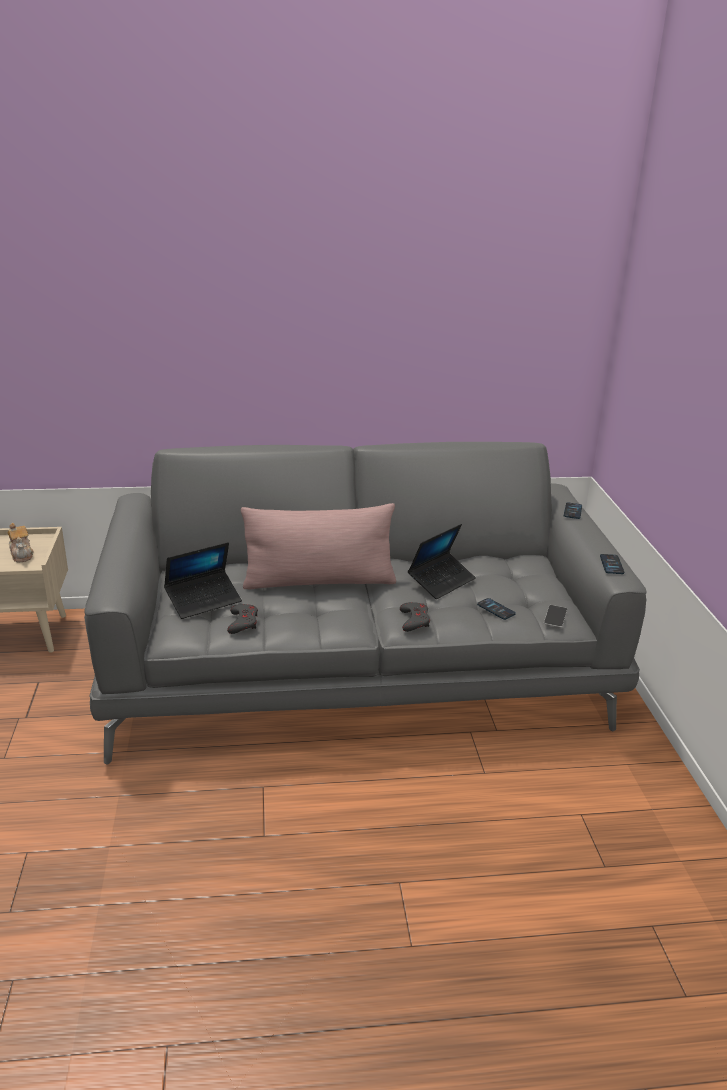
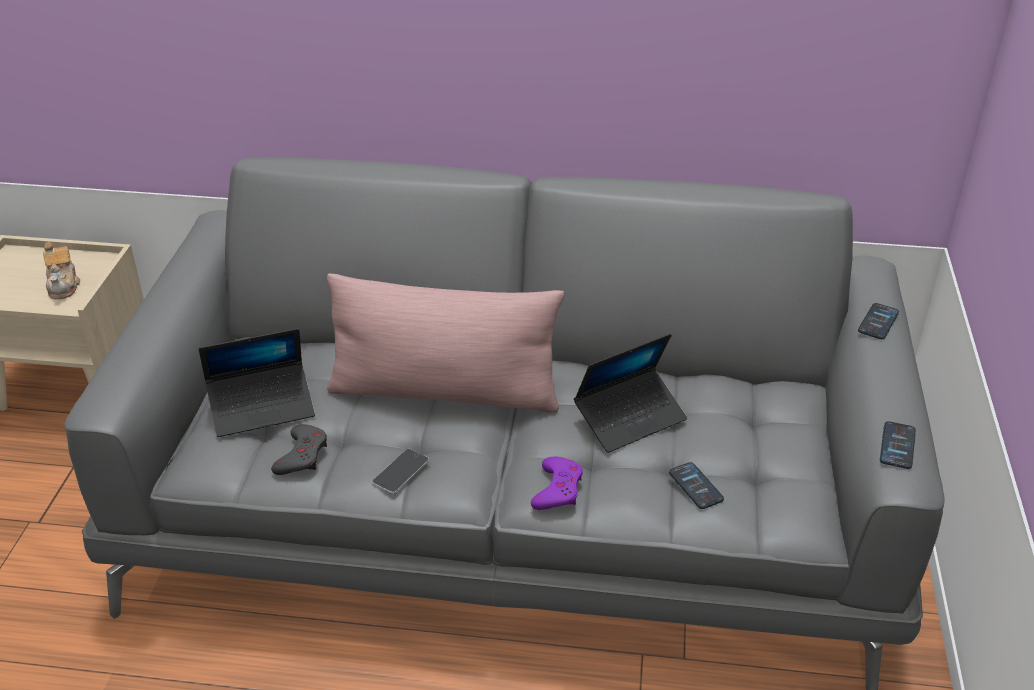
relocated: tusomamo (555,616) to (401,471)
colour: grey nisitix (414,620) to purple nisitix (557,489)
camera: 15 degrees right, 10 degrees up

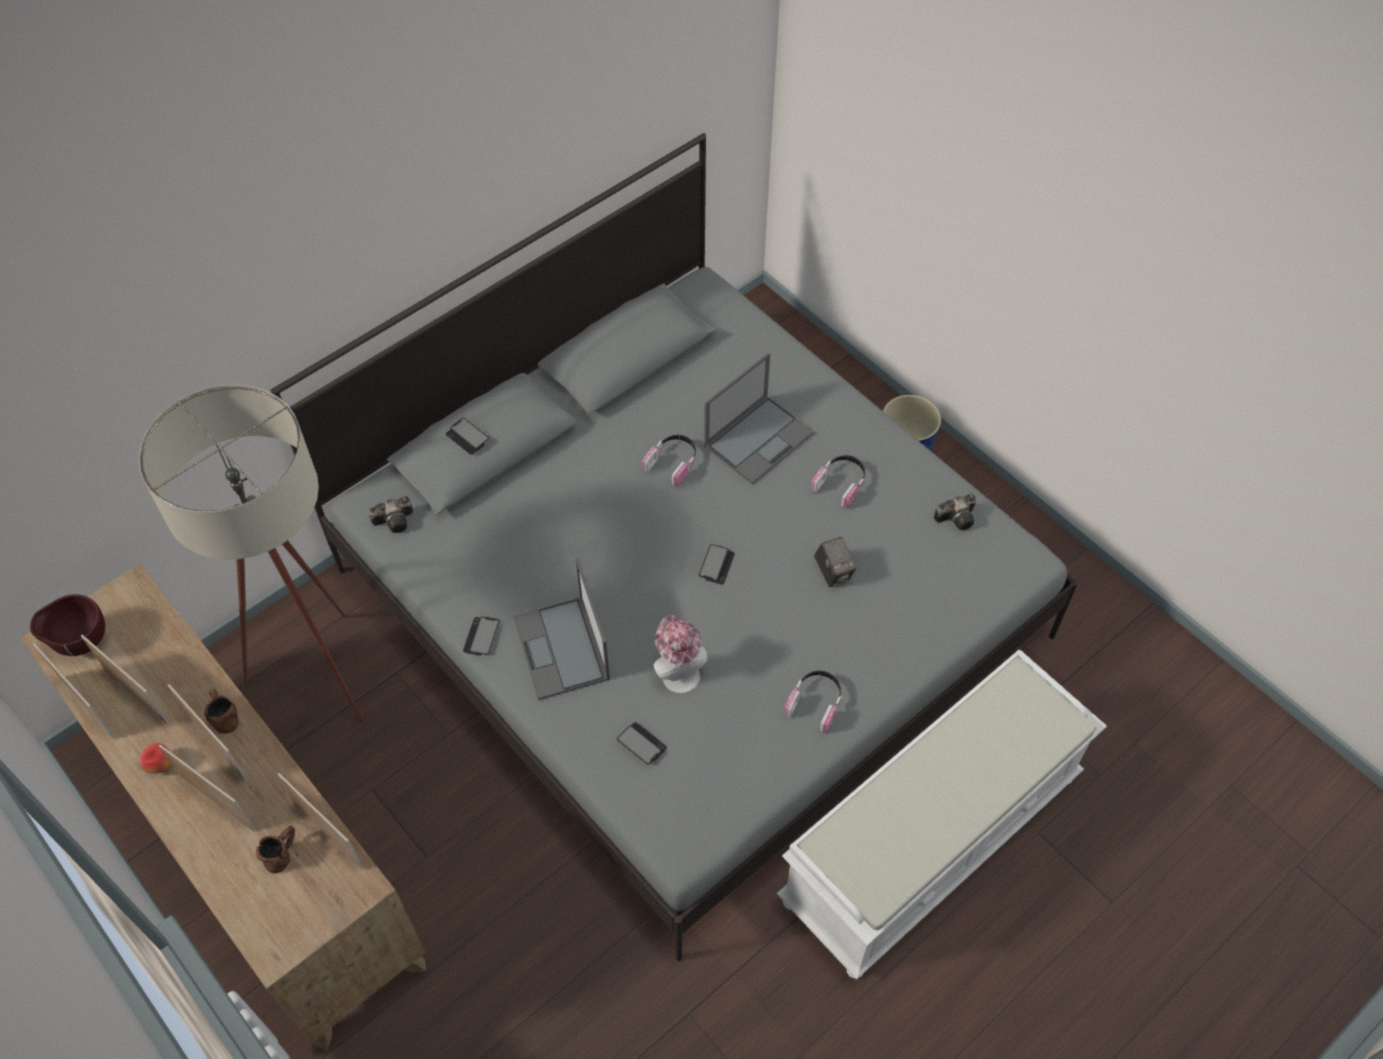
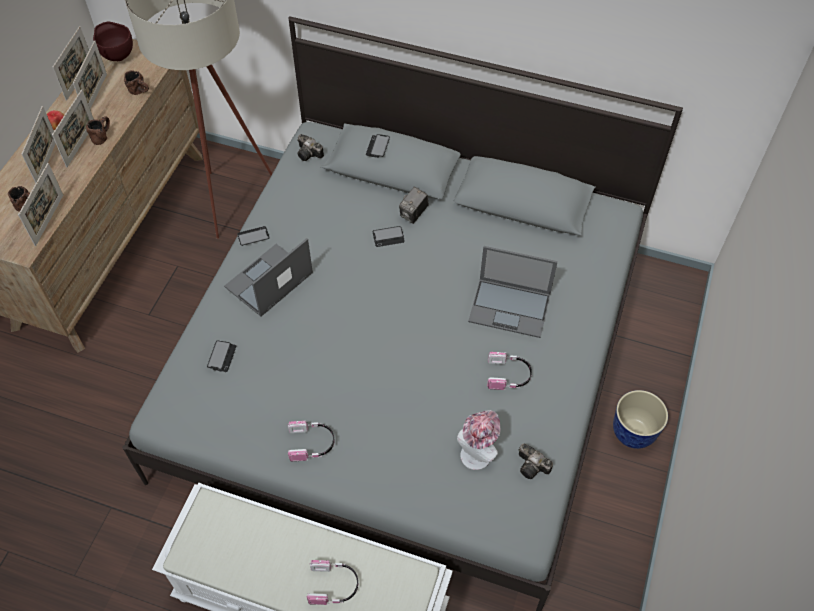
appeared: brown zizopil (140,91)
relocated: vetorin (673,462) to (334,585); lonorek (678,672) to (477,452); tusomamo (716,565) to (388,237); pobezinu (833,572) to (413,214)
camera: 60 degrees right, 0 degrees up

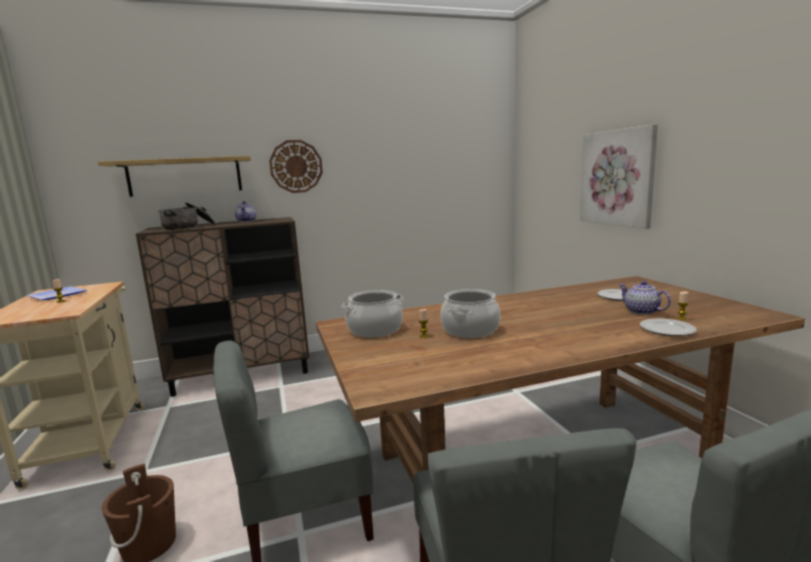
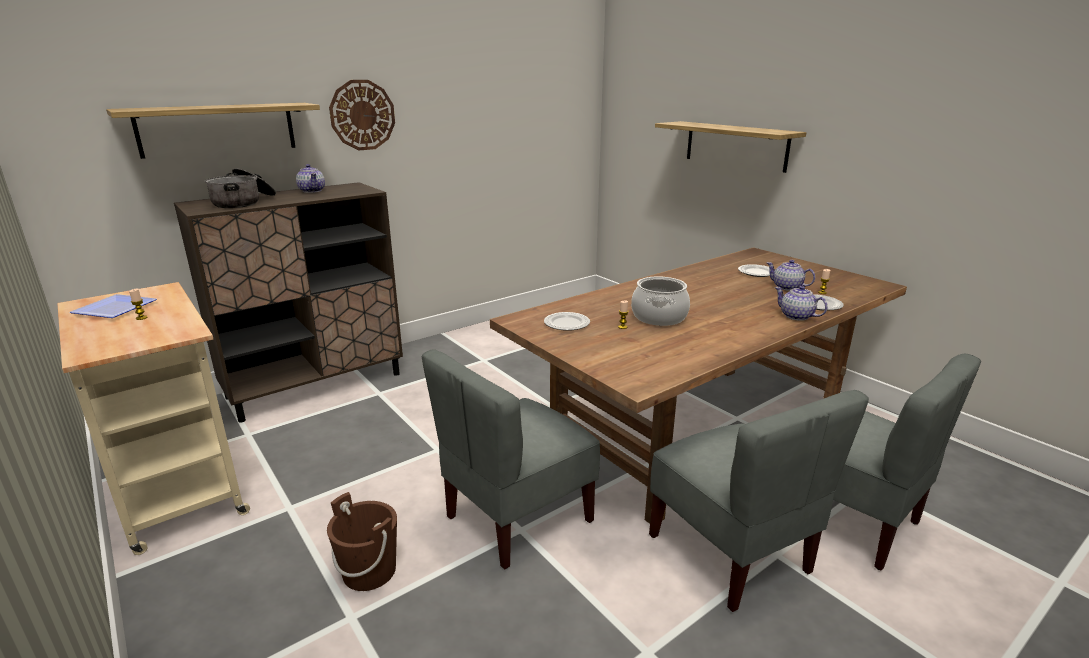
appeared: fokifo (797,316)
exchanged: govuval (375,330) to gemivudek (566,324); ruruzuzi (617,178) to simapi (735,145)
camera: 20 degrees left, 10 degrees up

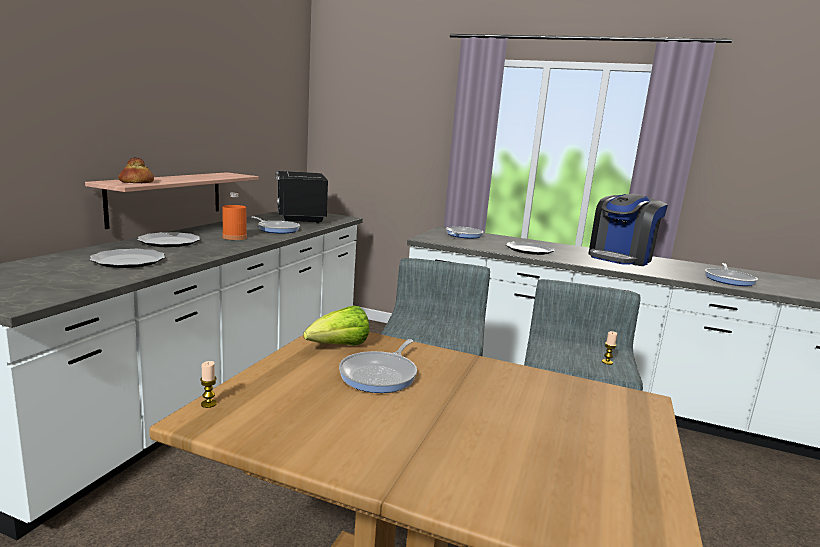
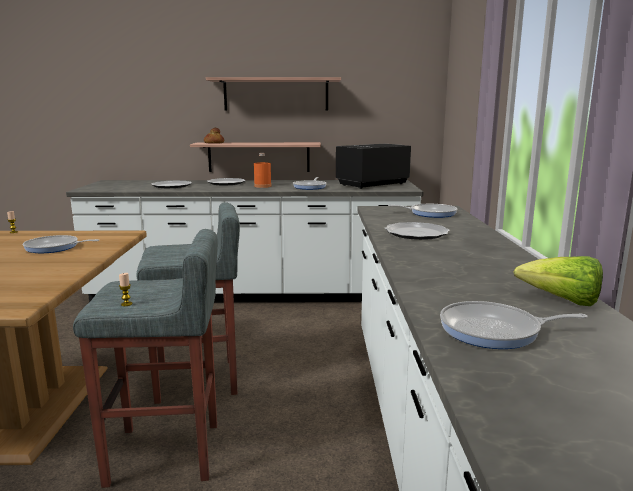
missing: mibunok (620,258)
appeared: simapi (276,94)
relocated: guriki (339,347) to (561,301)
camera: 70 degrees right, 0 degrees up

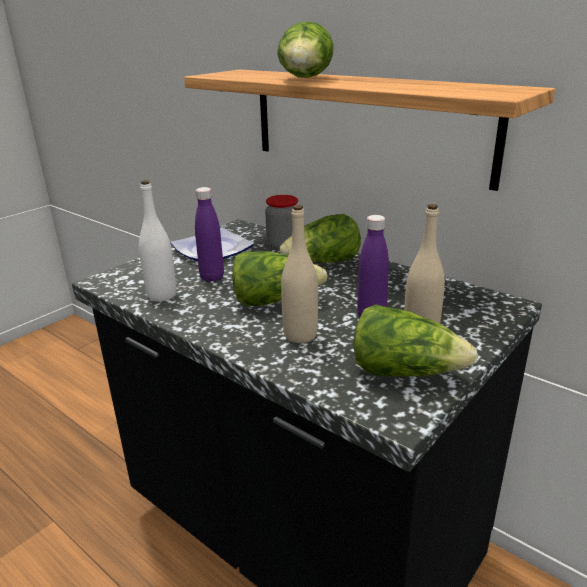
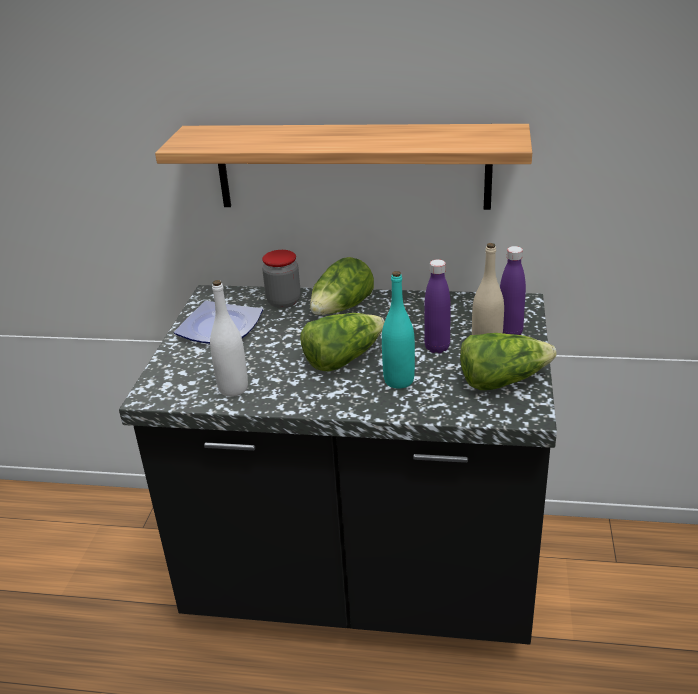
missing: guriki (306,79)
relocated: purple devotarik (212,278) to (510,333)
colour: beige devotarik (300,335) to turquoise devotarik (399,381)
camera: 30 degrees left, 5 degrees up

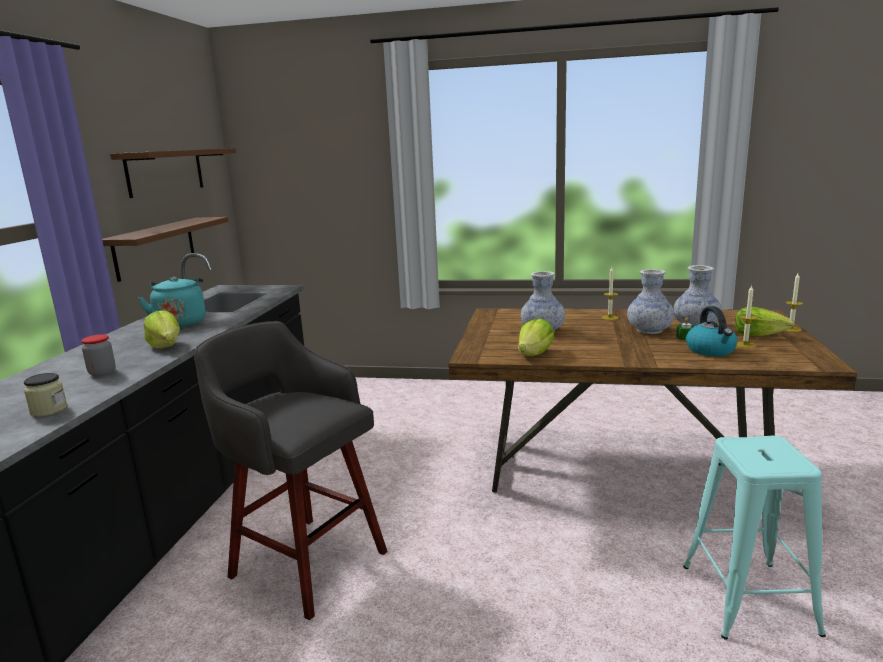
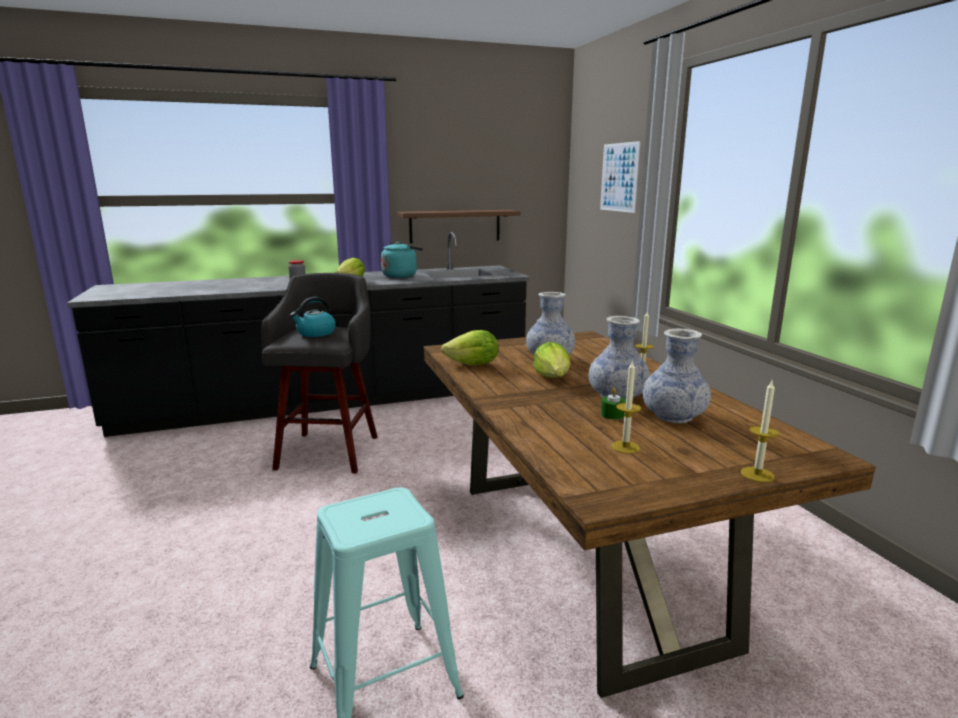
missing: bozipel (49,410); brown simapi (165,171)
appeared: ruruzuzi (619,177)
relocated: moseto (711,350) to (315,333); guriki (759,335) to (553,377)
camera: 60 degrees right, 0 degrees up

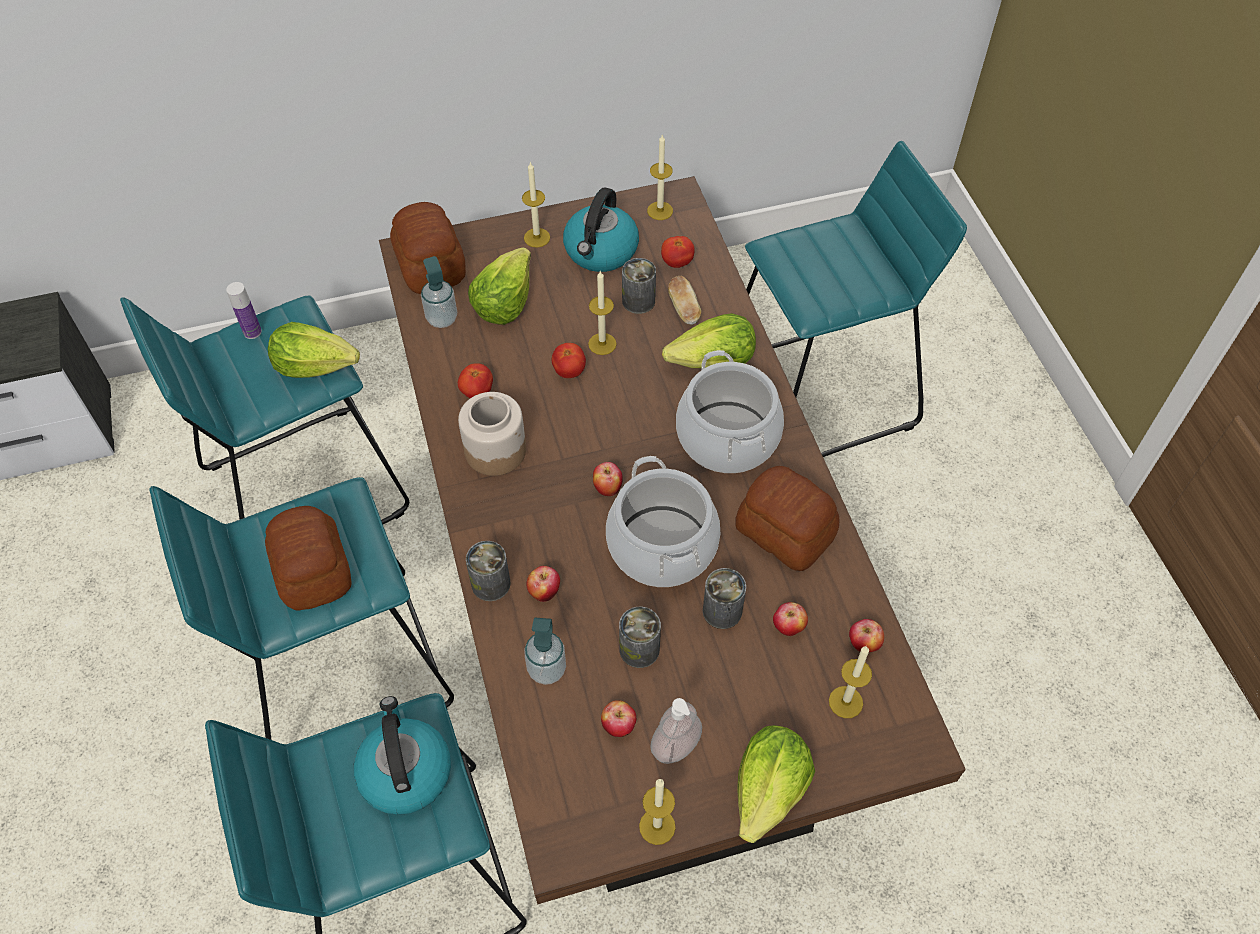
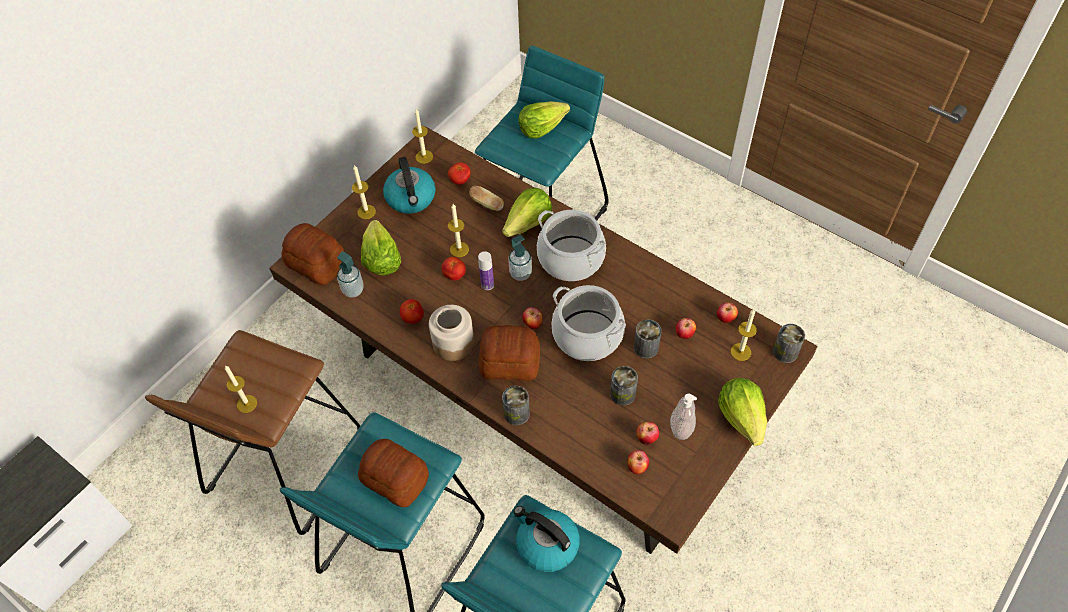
relocated: devotarik (252,332) to (487,284); guriki (315,365) to (541,127); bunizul (547,669) to (520,273); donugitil (544,592) to (637,467); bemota (638,301) to (785,352); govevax (657,826) to (247,404); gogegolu (784,533) to (510,363)
colour: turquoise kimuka (305,490) to brown kimuka (284,463)
camera: 35 degrees left, 0 degrees up

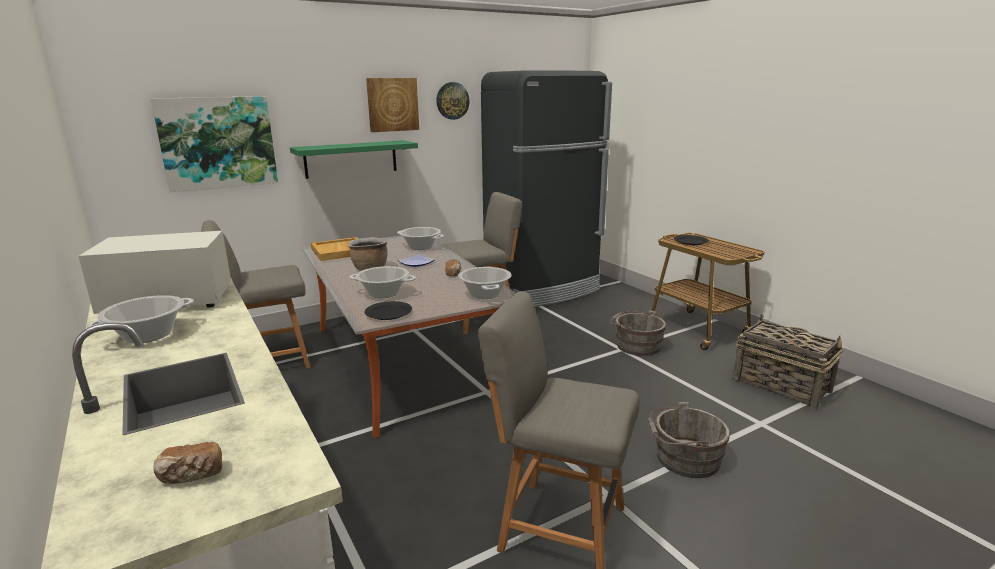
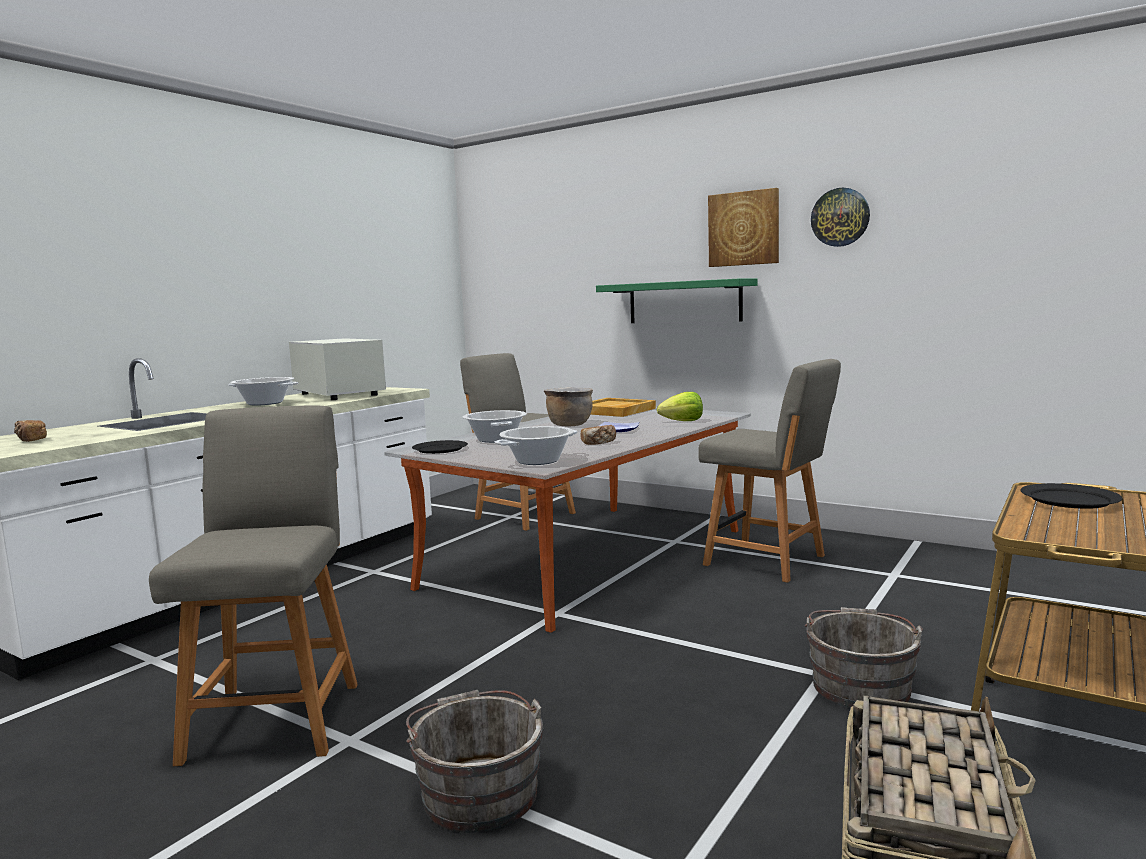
missing: ruruzuzi (218,143); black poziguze (543,290)
exchanged: govuval (421,247) to guriki (683,421)
camera: 65 degrees right, 10 degrees down

